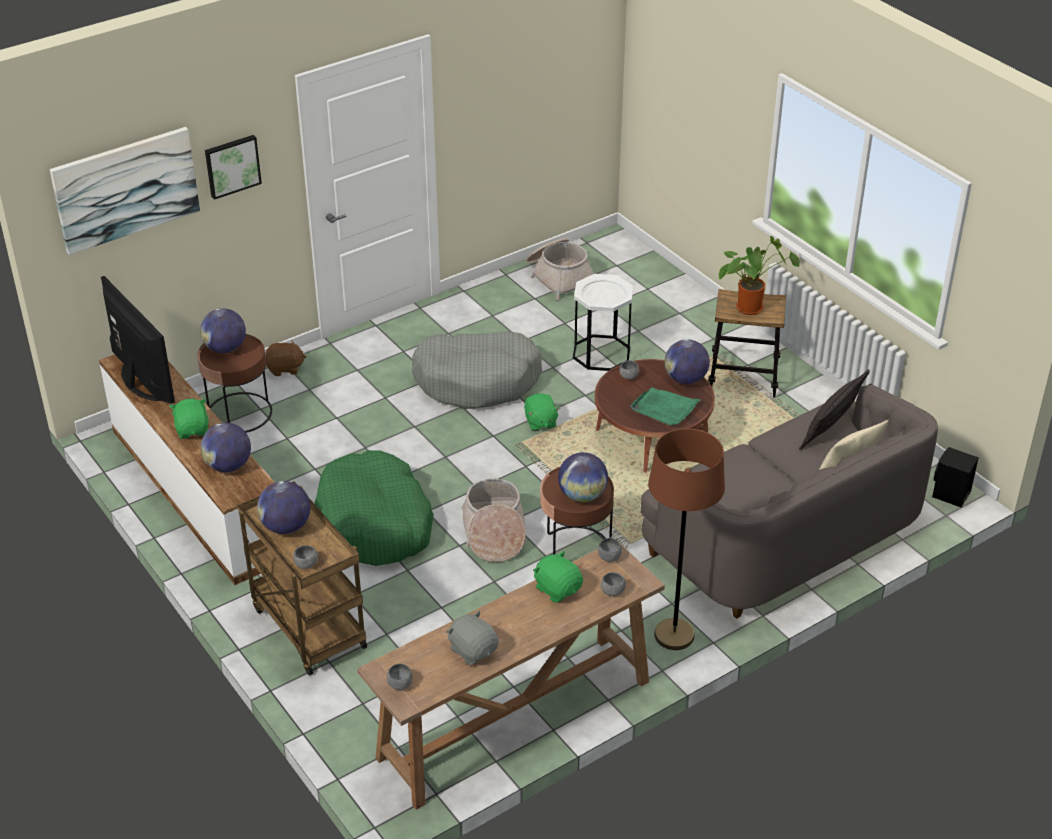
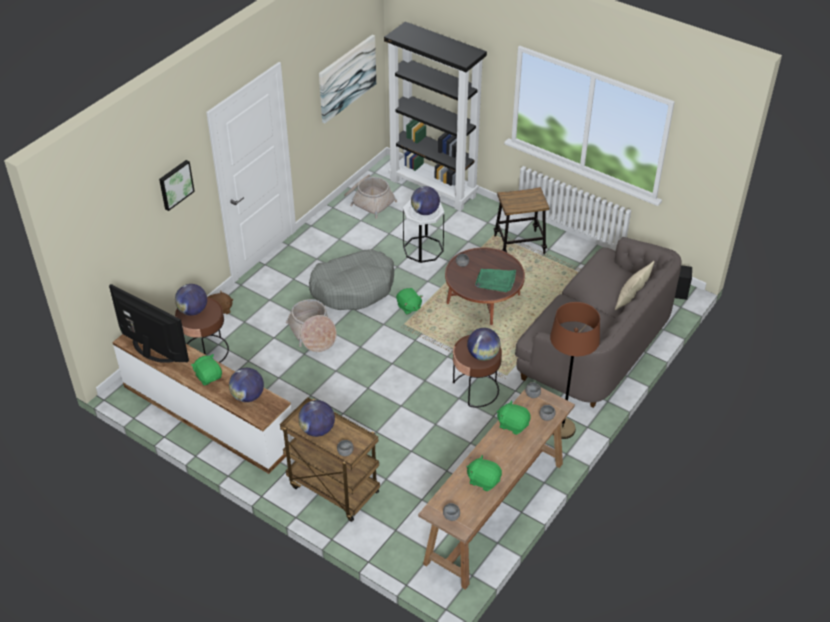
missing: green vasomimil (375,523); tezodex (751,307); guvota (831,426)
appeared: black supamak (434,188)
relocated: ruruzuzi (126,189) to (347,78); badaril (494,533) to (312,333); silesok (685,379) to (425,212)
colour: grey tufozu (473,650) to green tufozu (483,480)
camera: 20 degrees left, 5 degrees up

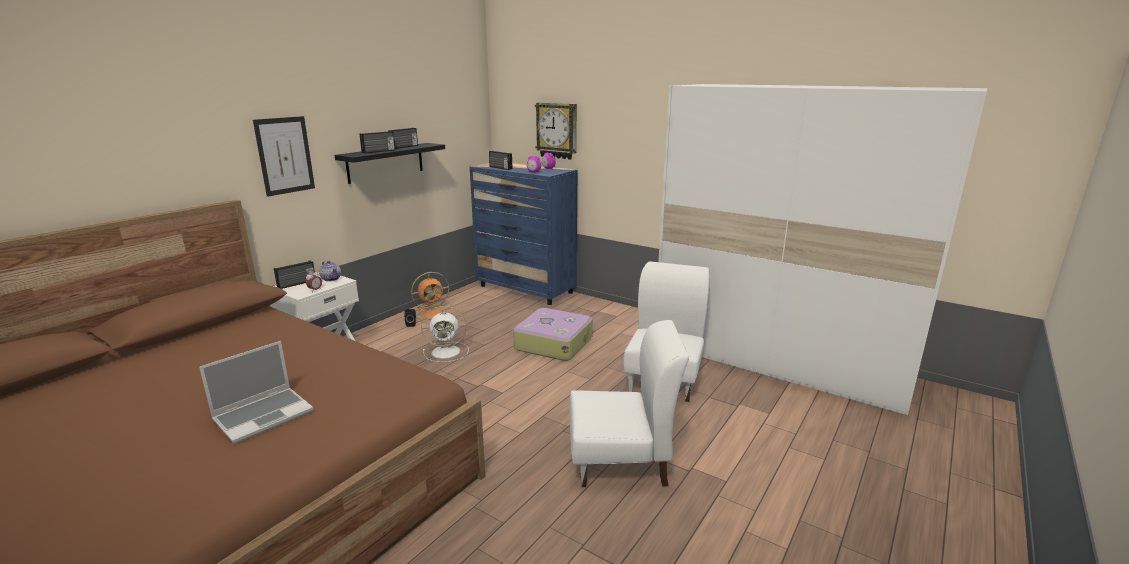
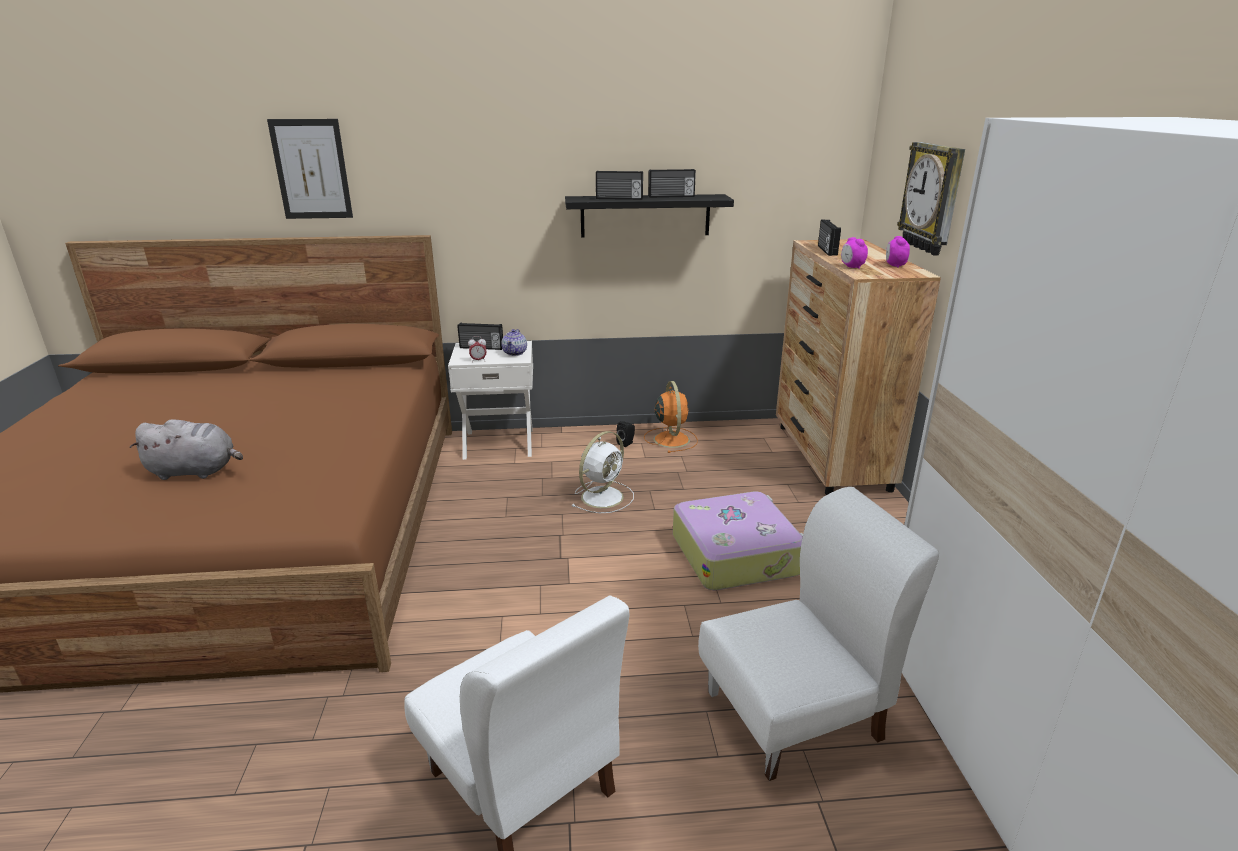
relocated: ruruzuzi (285,155) to (311,169)
exchanged: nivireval (264,415) to grey tufozu (196,471)
colour: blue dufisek (526,289) to brown dufisek (831,457)
spun: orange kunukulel (433,312) = (671,439) 120 degrees counterclockwise; white kunukulel (447,352) = (603,496) 90 degrees counterclockwise
camera: 50 degrees right, 5 degrees up

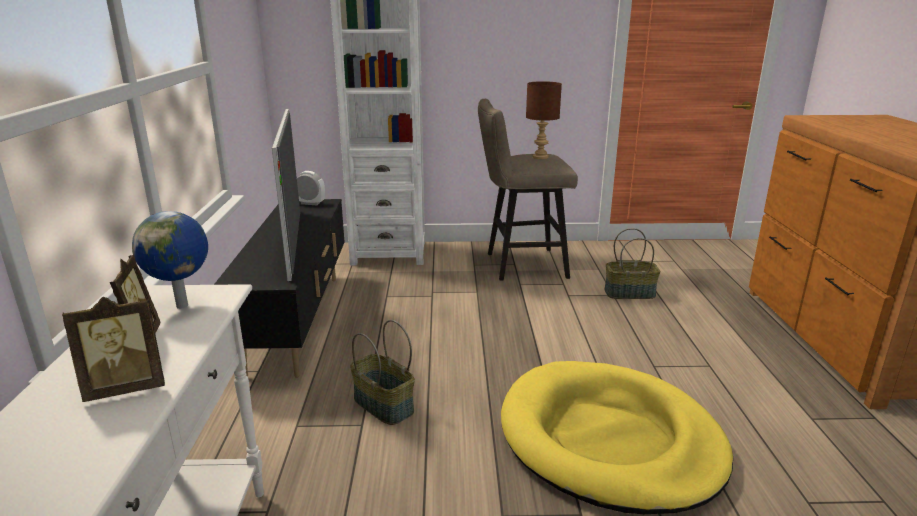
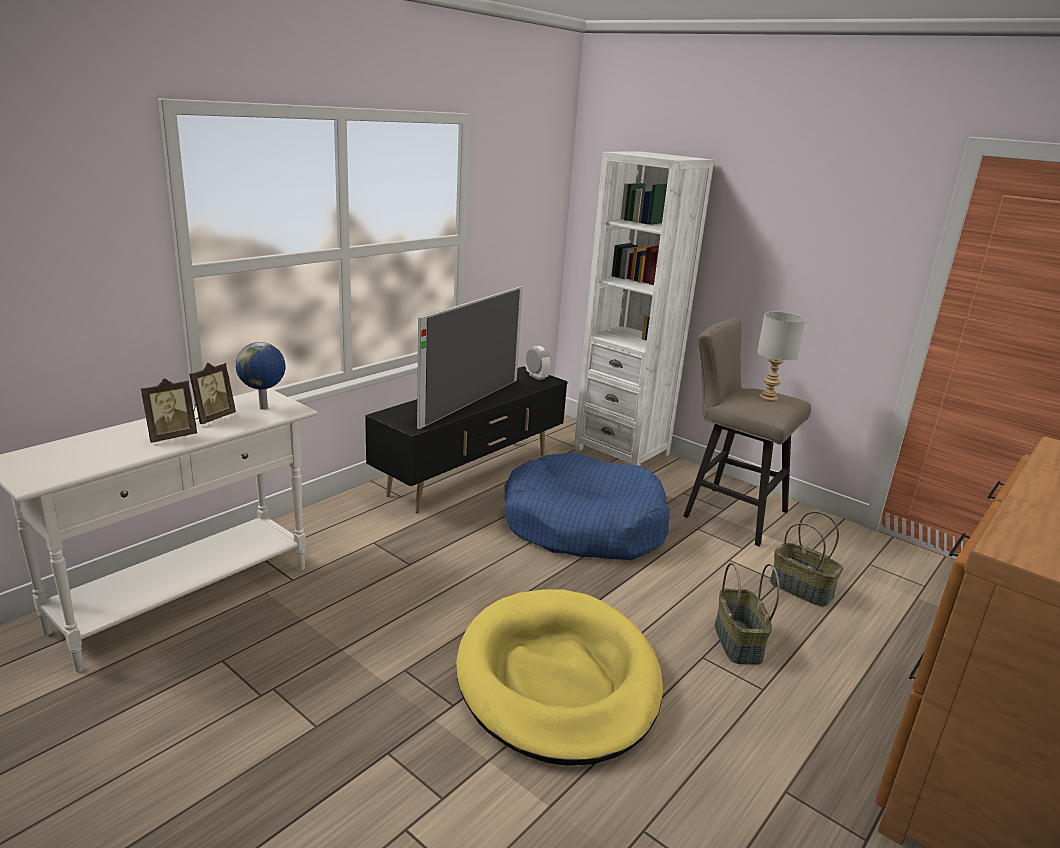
appeared: blue vasomimil (583,525)
relocated: badaril (382,405) to (736,642)
colour: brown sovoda (540,157) to grey sovoda (768,398)
spun: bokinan (127,388) = (171,436) 60 degrees counterclockwise
camera: 40 degrees right, 0 degrees up

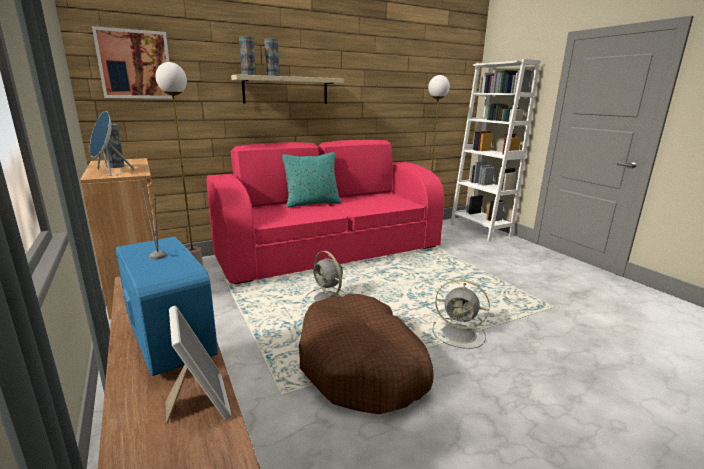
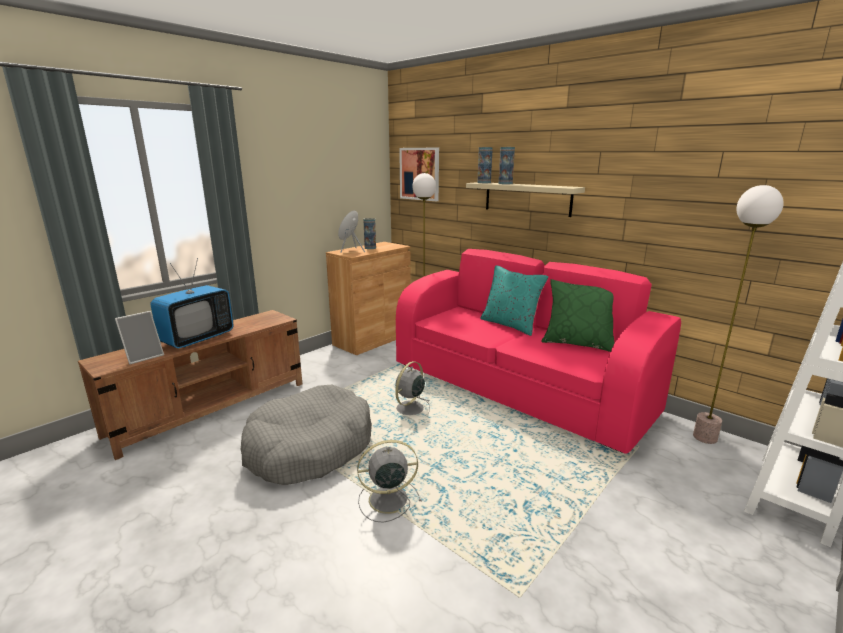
appeared: green guvota (578,343)
colour: brown vasomimil (362,366) to grey vasomimil (309,448)
spun: grey kunukulel (460,334) = (386,499) 75 degrees clockwise
camera: 70 degrees right, 0 degrees up

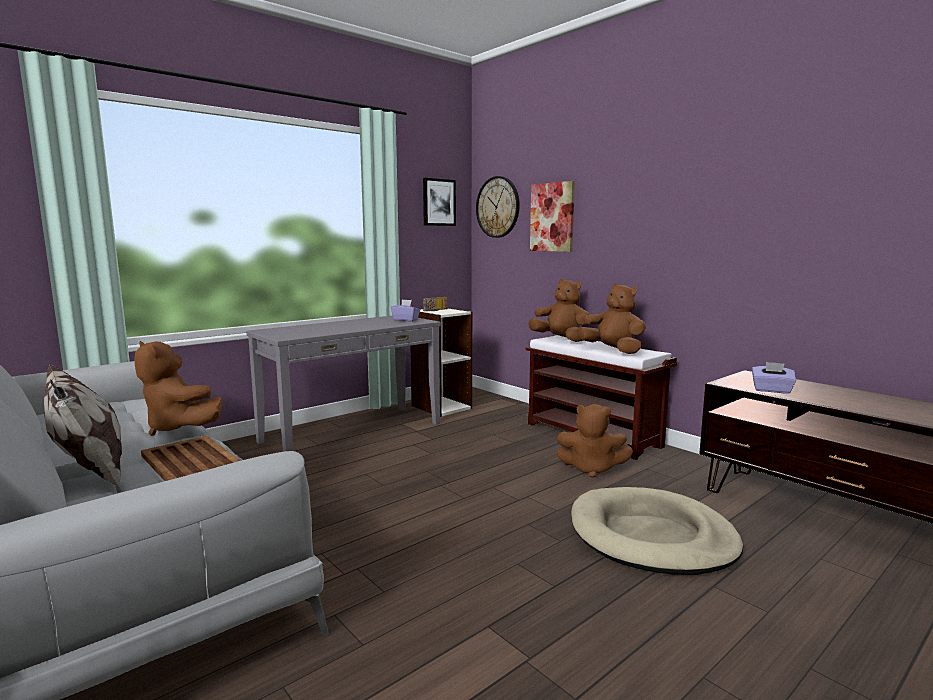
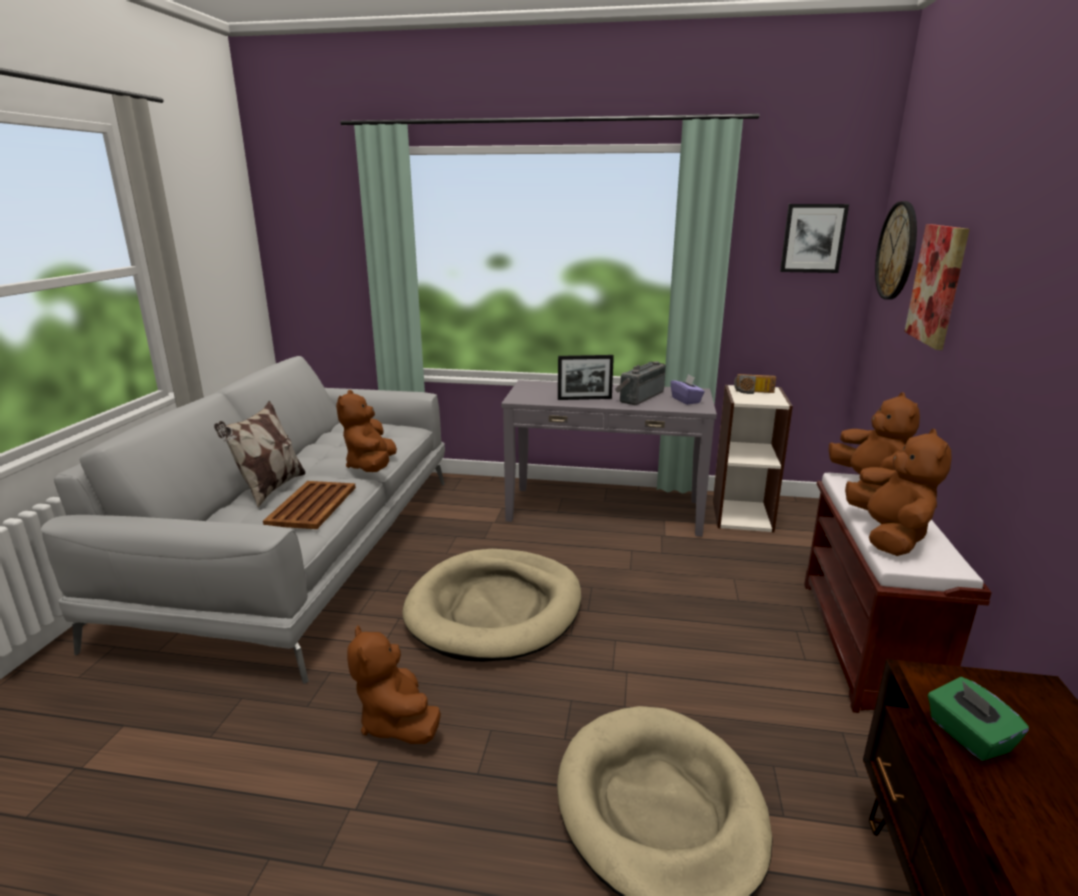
appeared: beige vasomimil (495,609); bokinan (584,399); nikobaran (639,396)
relocated: brown tufozu (591,469) to (396,722)
colour: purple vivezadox (771,390) to green vivezadox (967,736)
camera: 50 degrees right, 10 degrees up

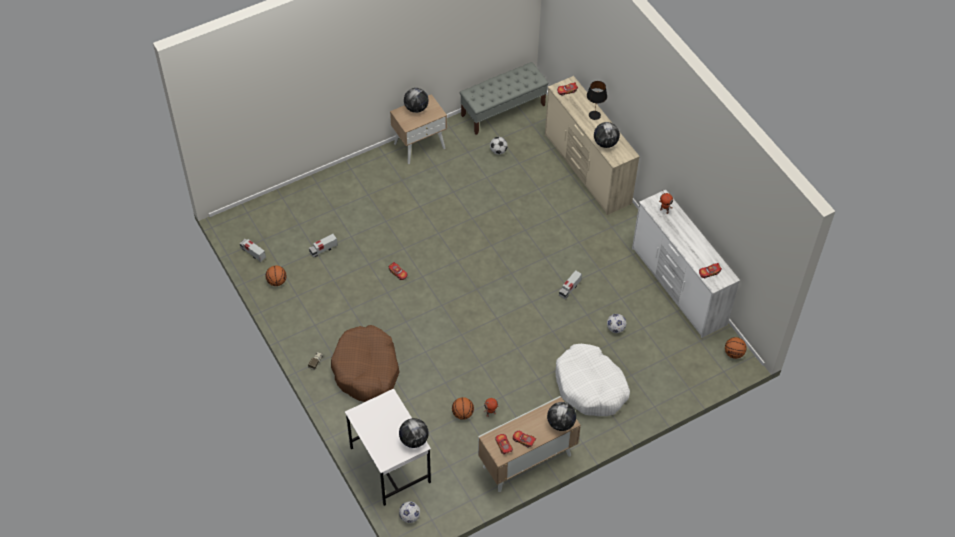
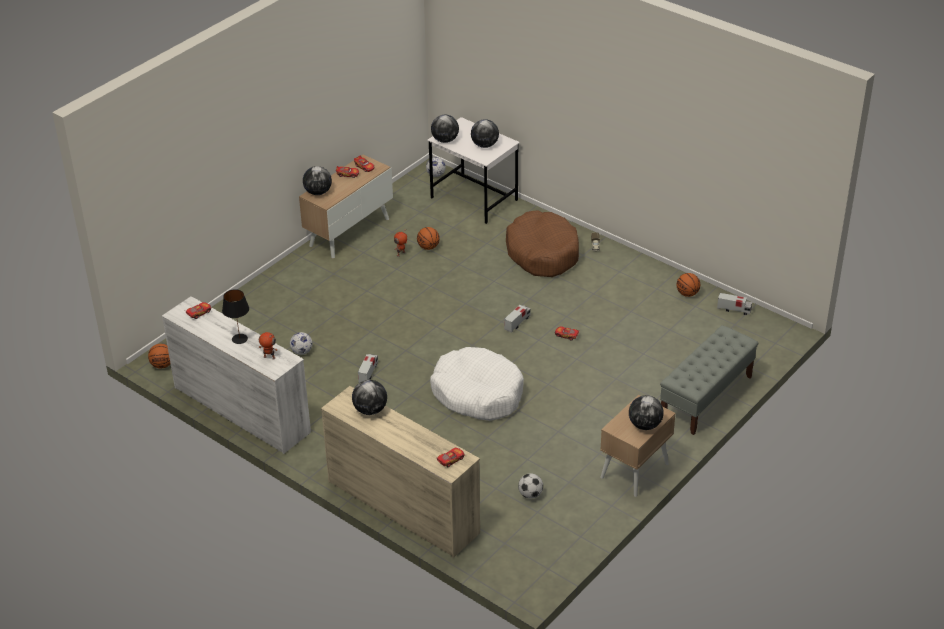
appeared: silesok (485,145)
relocated: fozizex (323,249) to (517,323); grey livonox (503,110) to (706,397); white vasomimil (590,386) to (477,393); black sovoda (594,115) to (240,338)
camera: 160 degrees right, 15 degrees down

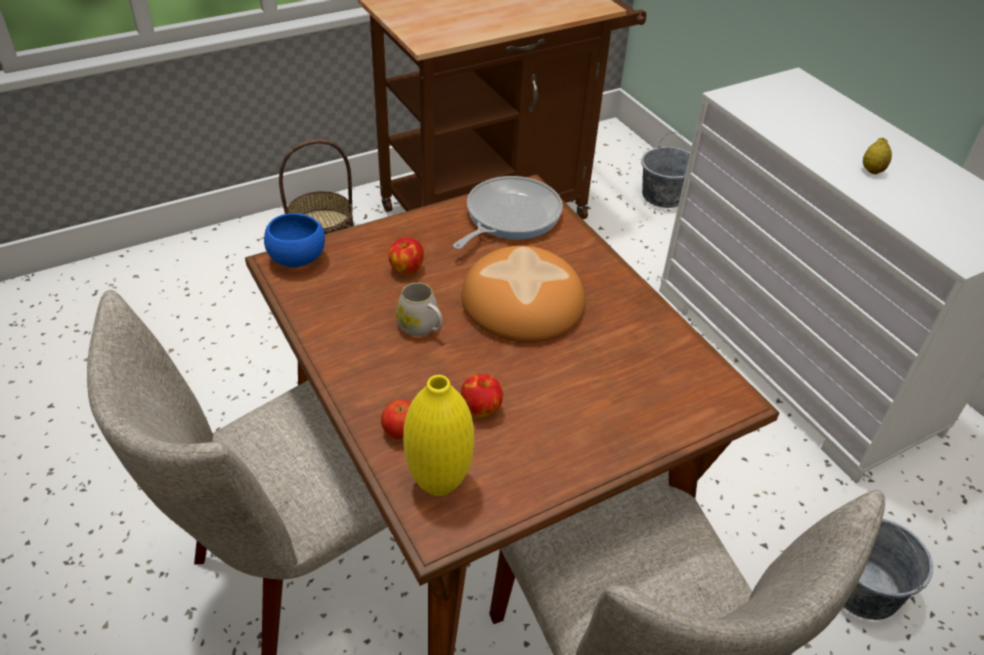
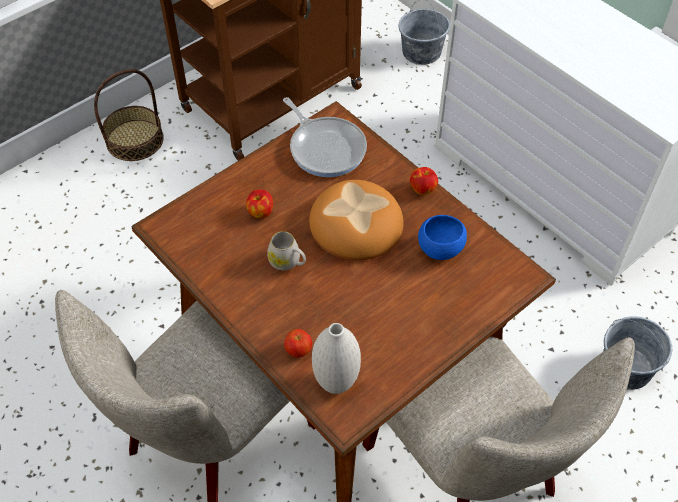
missing: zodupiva (872,171)
relocated: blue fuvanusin (297,259) to (440,249); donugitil (481,408) to (423,189)
colour: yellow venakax (439,483) to white venakax (336,383)
spun: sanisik (509,217) = (325,148) 120 degrees clockwise
camera: 10 degrees left, 10 degrees up

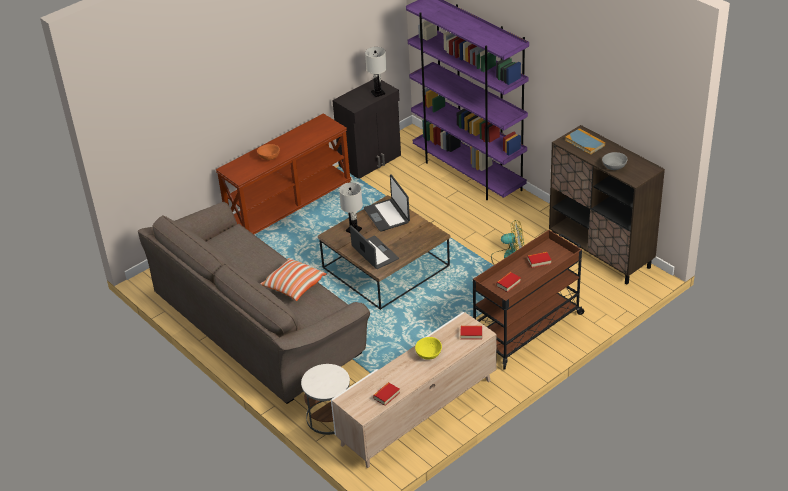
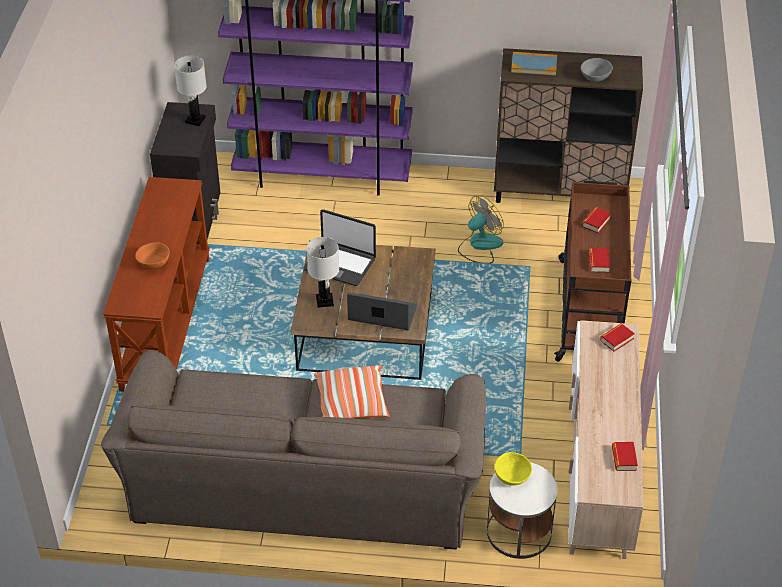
relocated: yellow fuvanusin (428,354) to (511,476)
camera: 45 degrees left, 5 degrees up

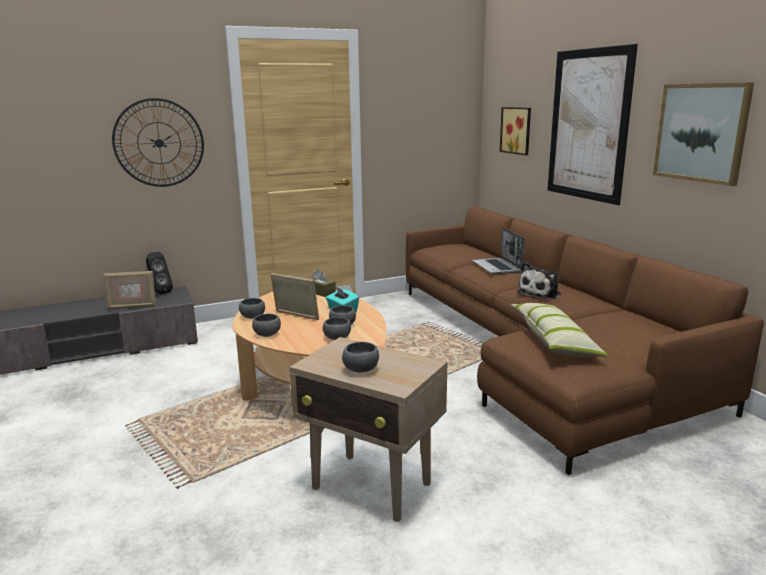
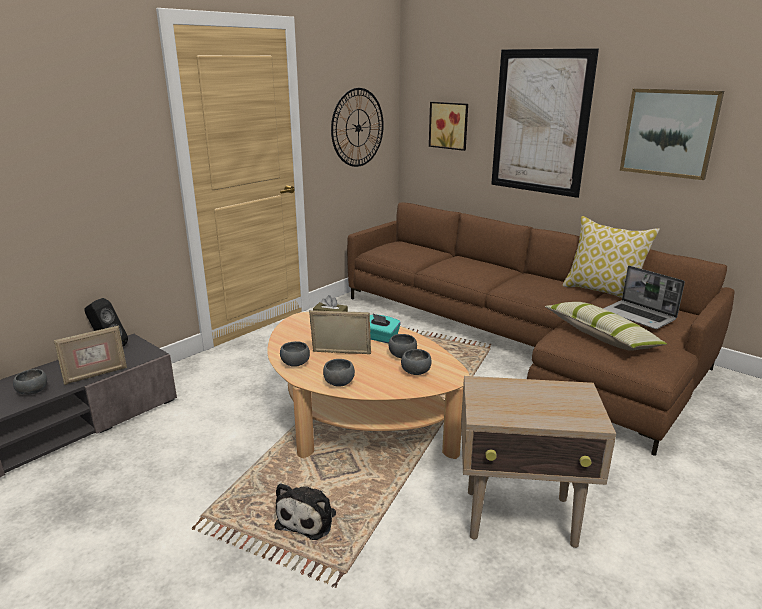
appeared: guvota (603,292)
relocated: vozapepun (159,143) to (358,128); grey fuvanusin (362,370) to (34,392); nivireval (497,267) to (639,316); tufozu (541,293) to (308,518)
camera: 25 degrees left, 5 degrees up

